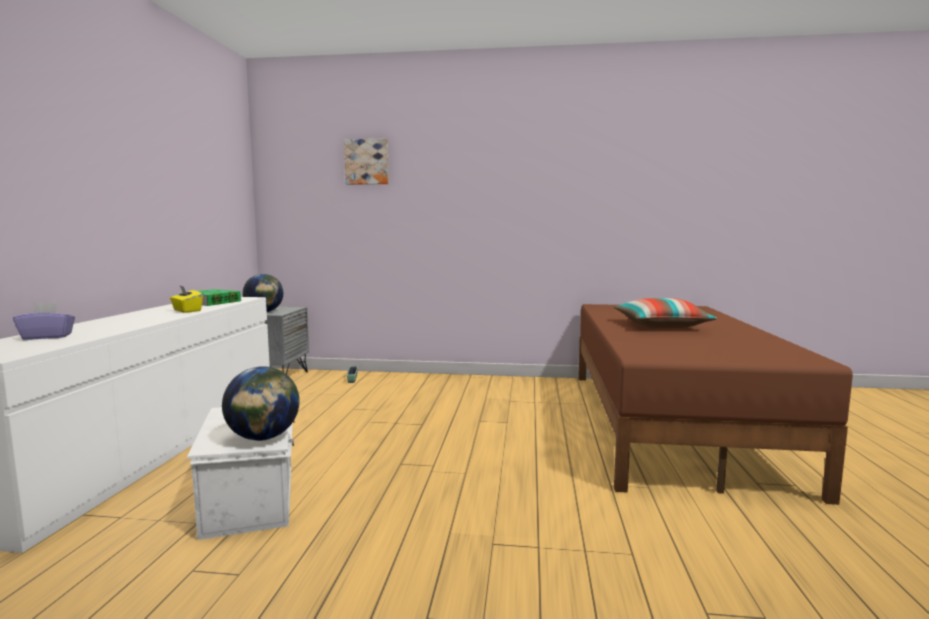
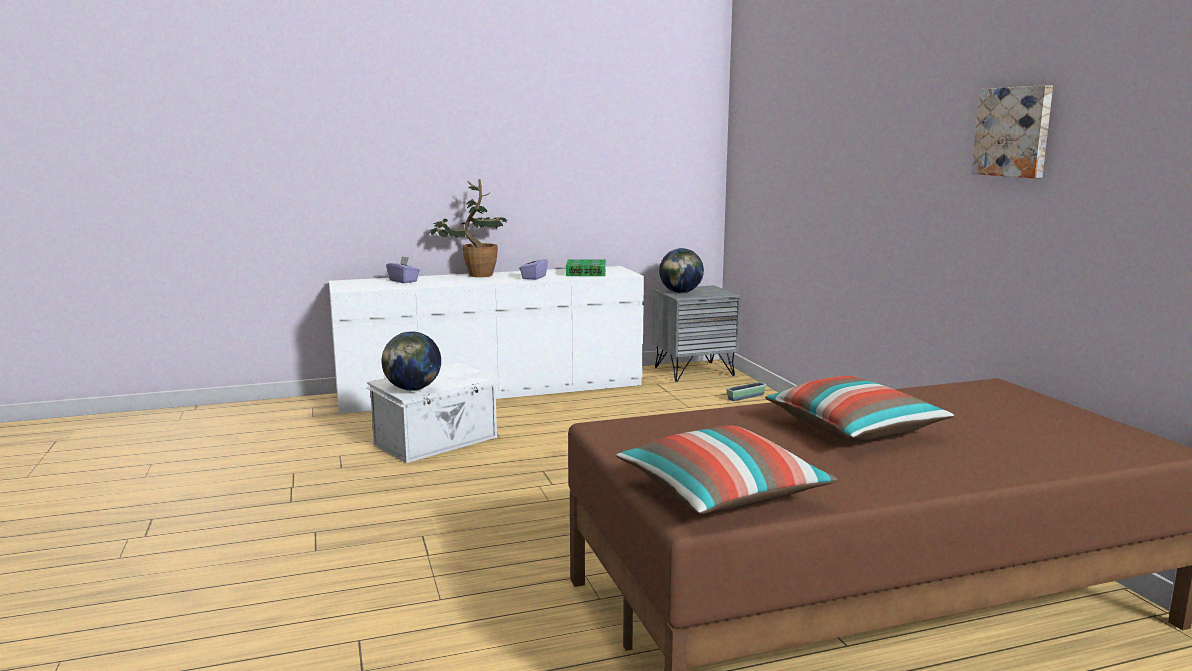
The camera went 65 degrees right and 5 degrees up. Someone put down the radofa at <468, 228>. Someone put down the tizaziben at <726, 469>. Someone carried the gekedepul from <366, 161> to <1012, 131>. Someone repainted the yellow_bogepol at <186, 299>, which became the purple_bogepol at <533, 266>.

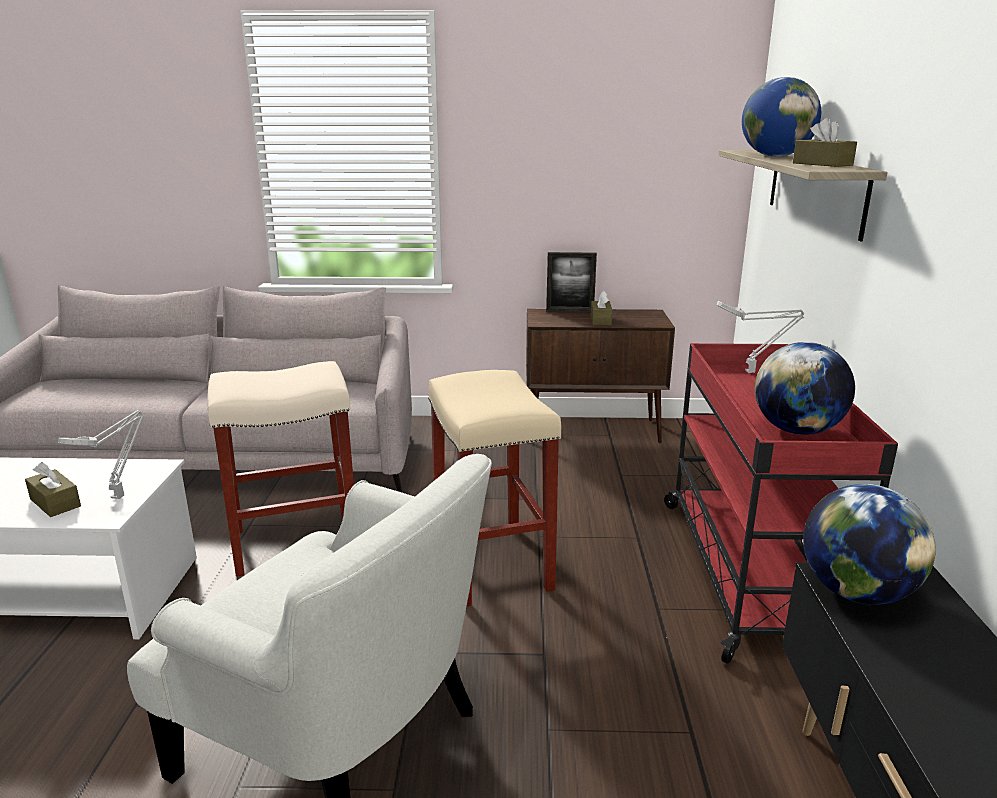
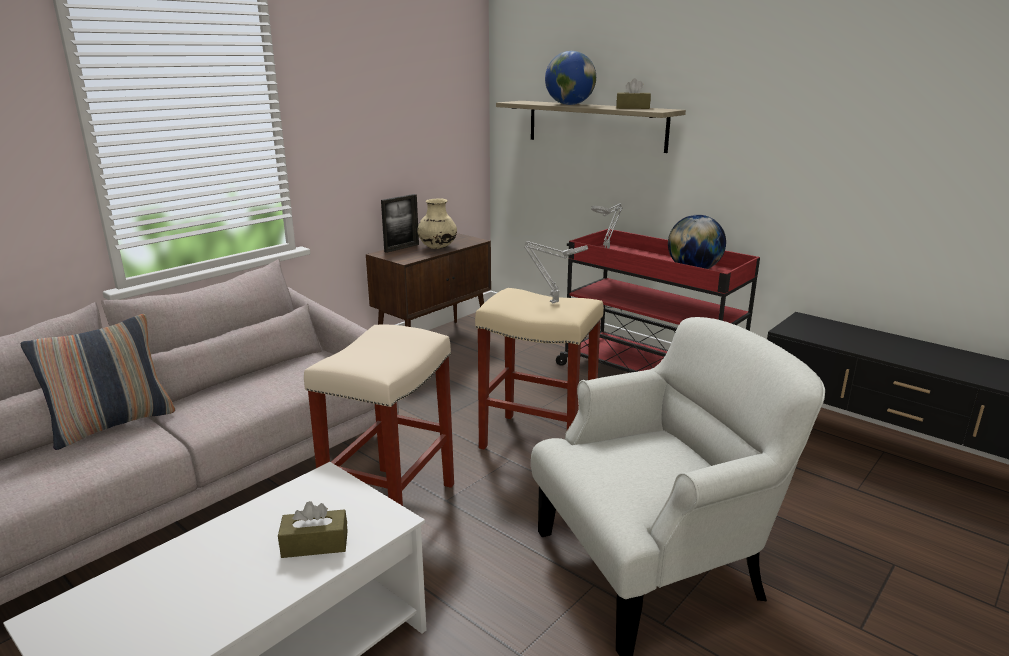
The camera went 50 degrees left and 0 degrees up. Someone took away the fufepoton at <869, 544>. Someone put down the tizaziben at <98, 382>. Someone carried the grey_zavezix from <101, 454> to <556, 272>. Someone swapped the brown_bogepol at <602, 308> for the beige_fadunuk at <437, 223>.

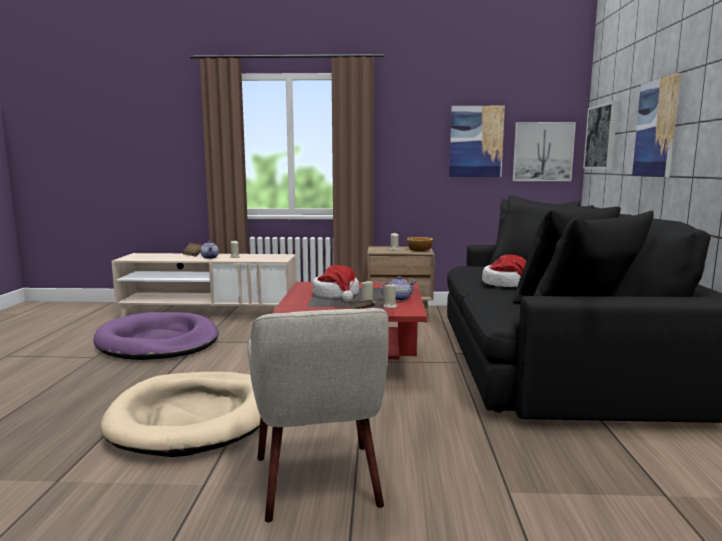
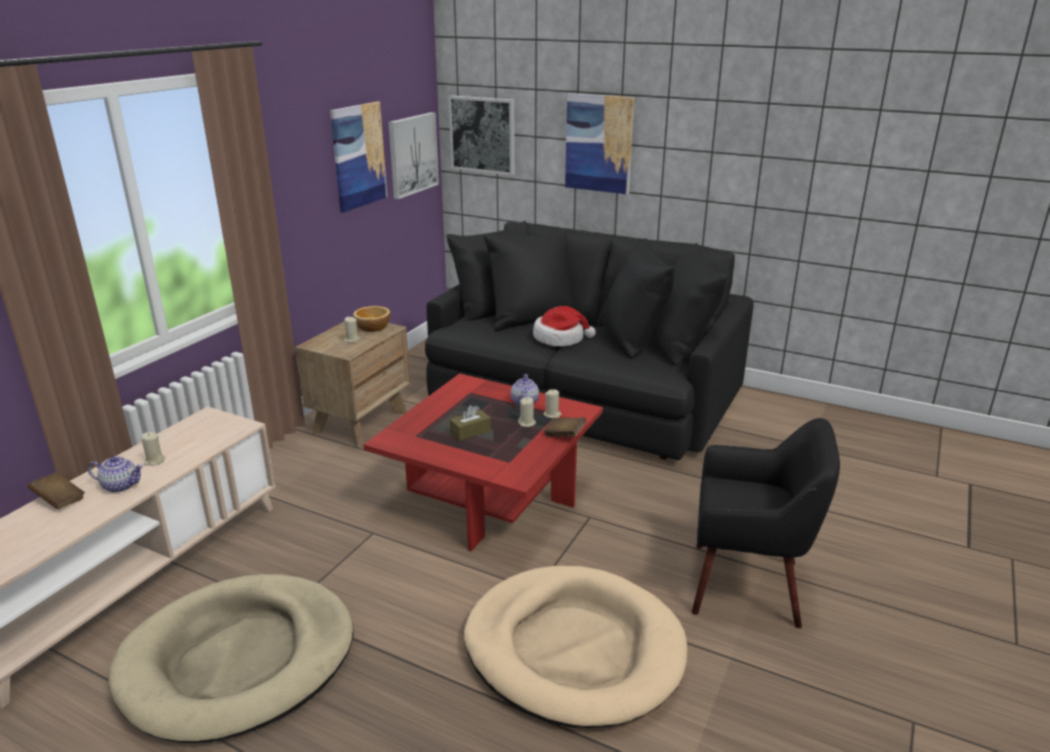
The camera went 65 degrees left and 15 degrees up. Someone swapped the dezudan at <335, 283> for the brown_bogepol at <470, 423>. Someone repainted the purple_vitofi at <156, 336>, which became the beige_vitofi at <231, 658>. Someone repainted the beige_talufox at <318, 415>, which became the black_talufox at <766, 523>.

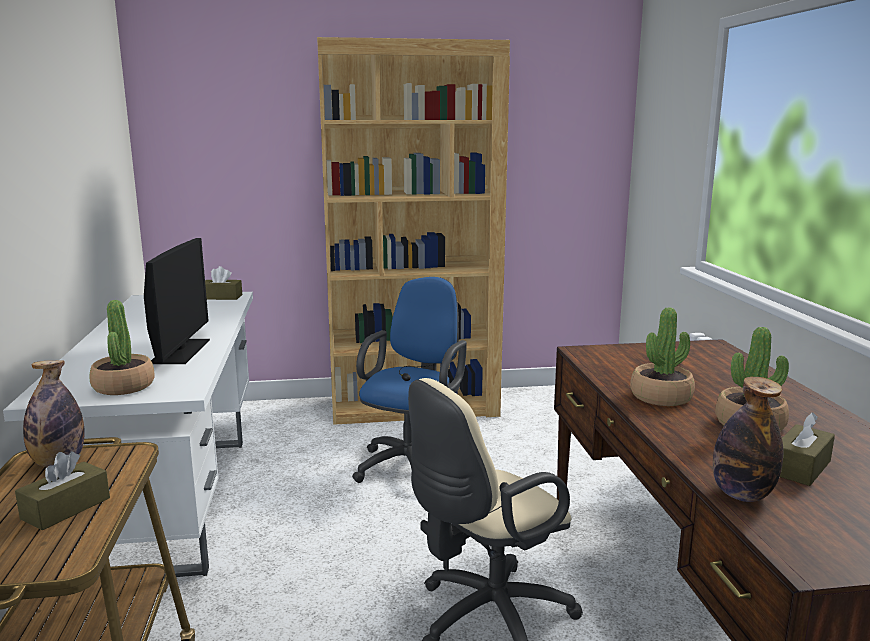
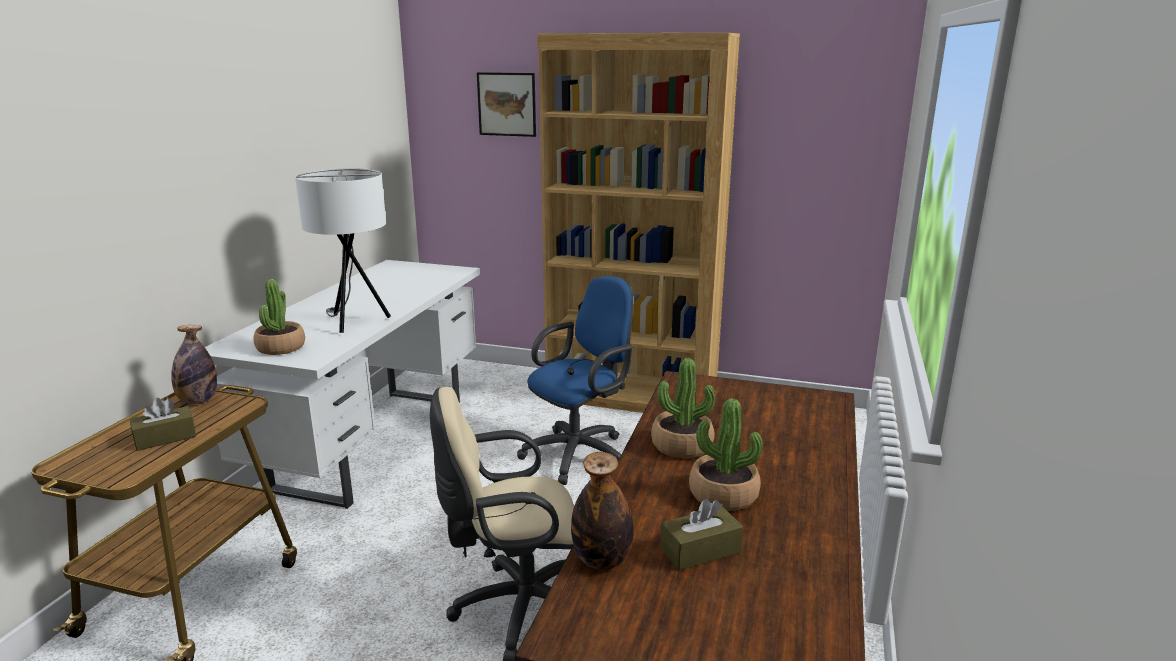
The camera went 25 degrees right and 5 degrees up. Someone took away the brown_bogepol at <223, 283>. Someone put up the gekedepul at <506, 104>. Someone swapped the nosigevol at <177, 301> for the white_zavezix at <343, 250>.

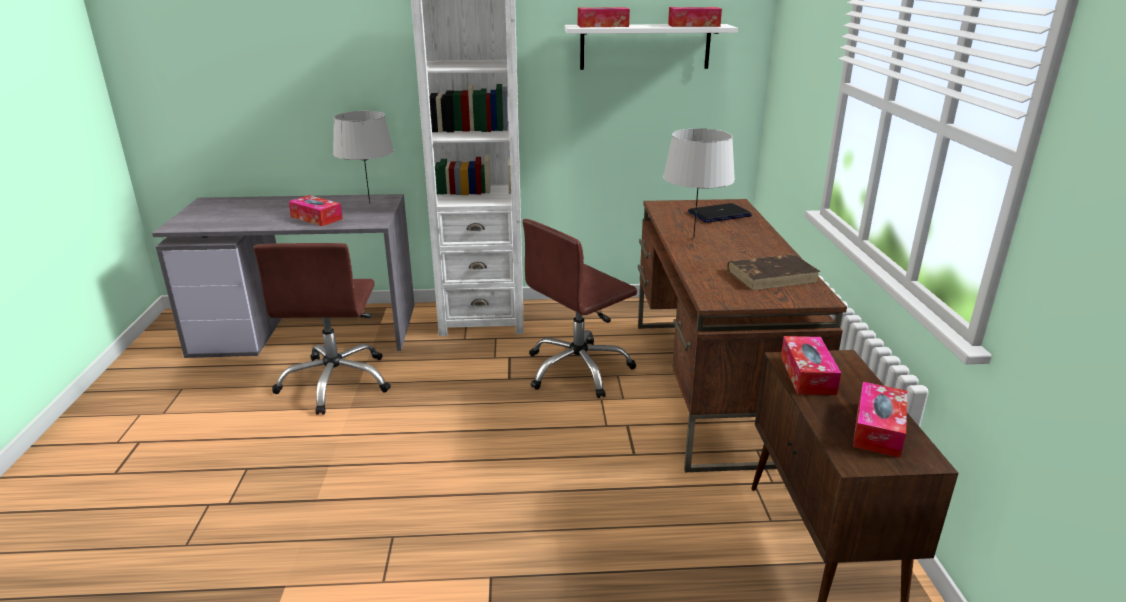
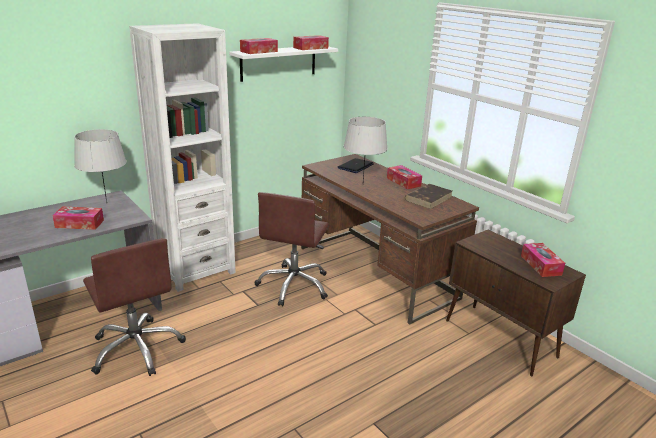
The camera went 35 degrees left and 0 degrees up. Someone carried the bogepol from <811, 365> to <404, 177>.

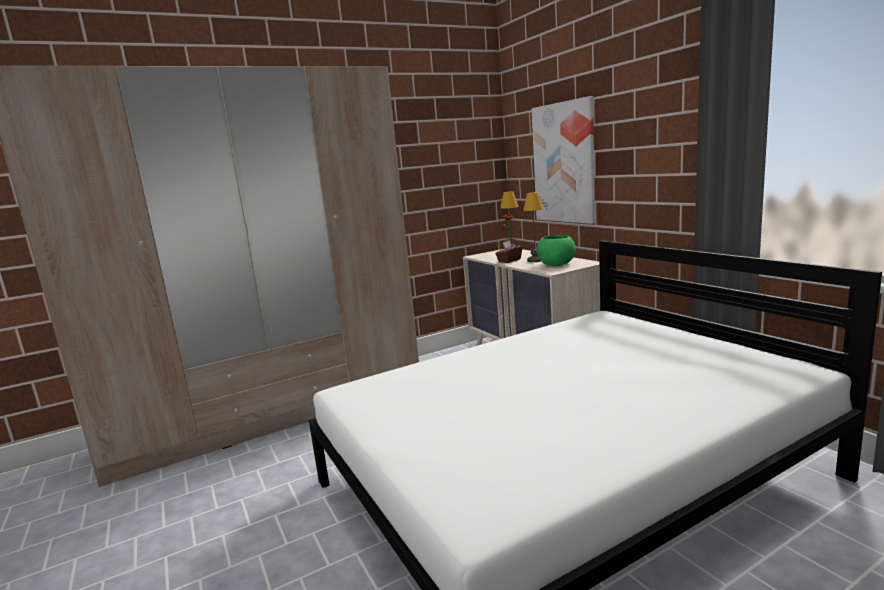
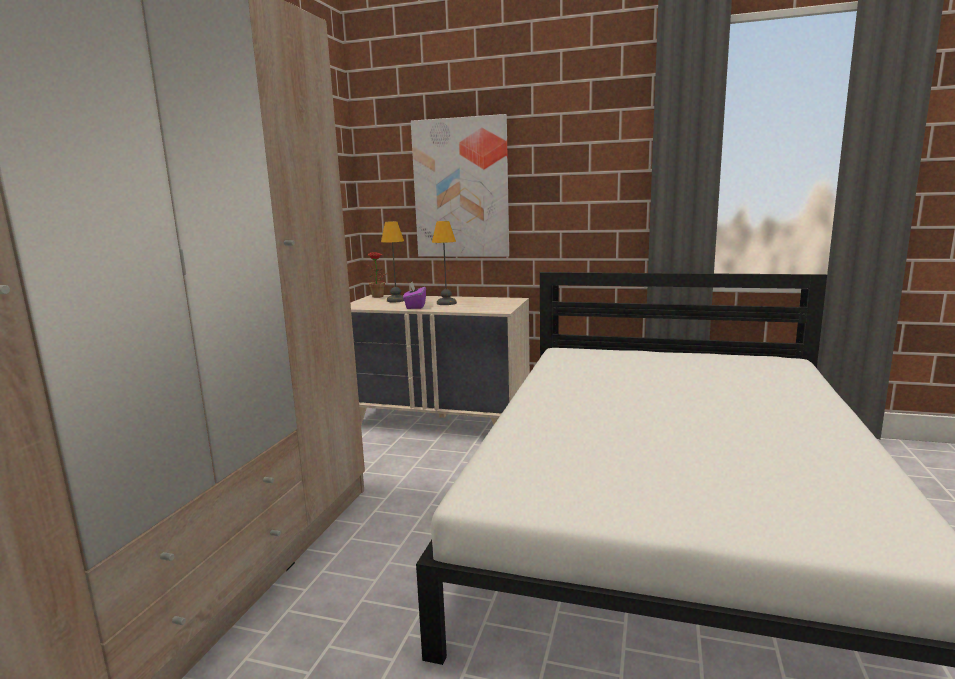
The camera went 45 degrees left and 0 degrees up. Someone took away the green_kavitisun at <556, 250>. Someone repainted the brown_bogepol at <508, 252>, which became the purple_bogepol at <414, 295>.

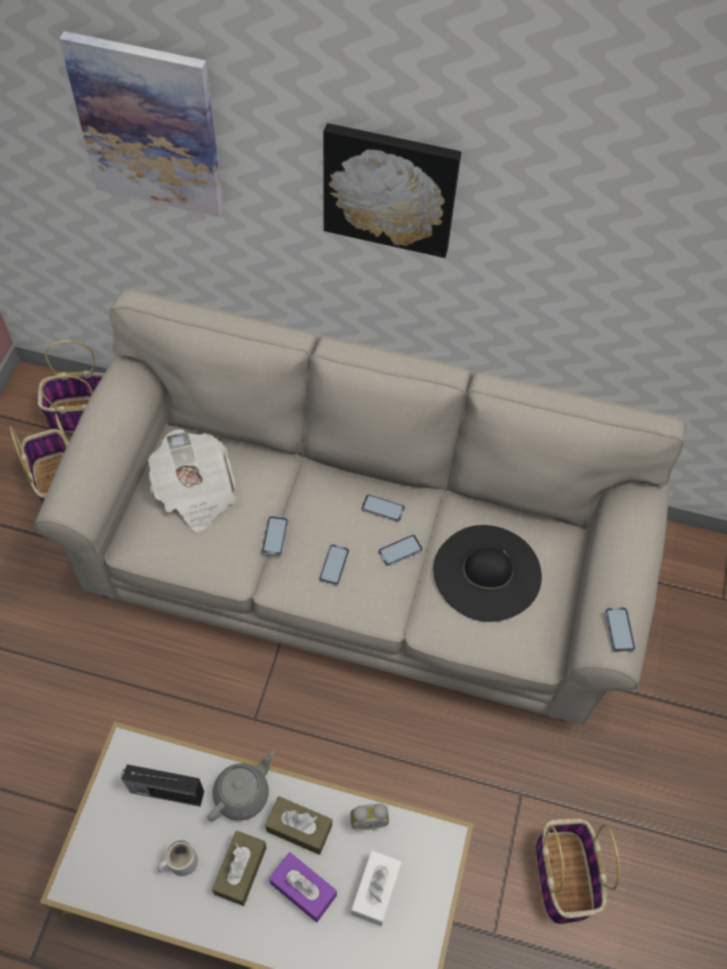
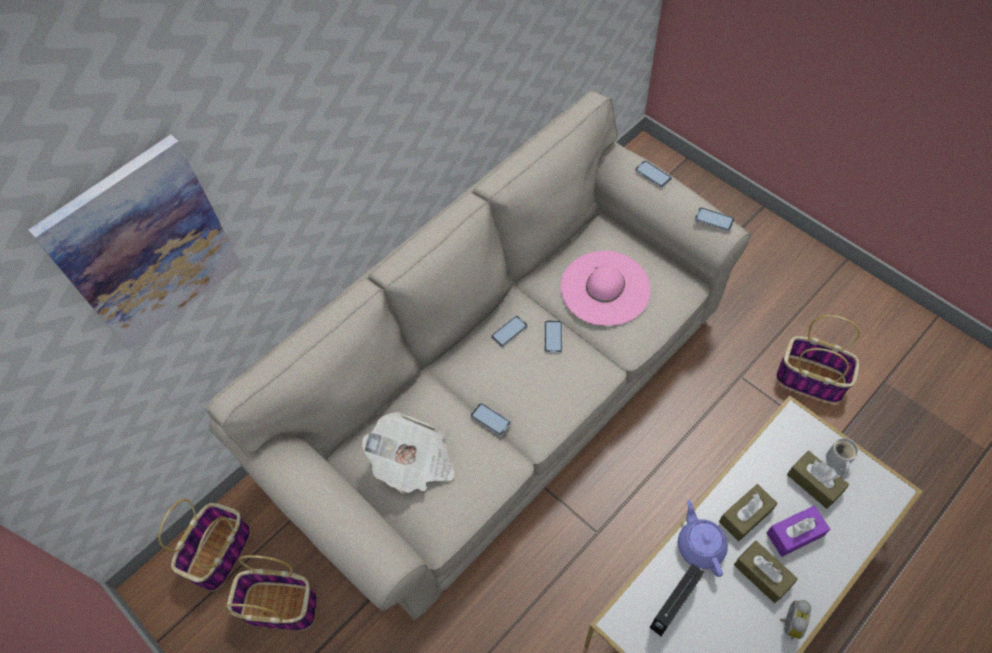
The camera went 55 degrees left and 0 degrees up. Someone took away the gekedepul at <392, 190>. Someone carried the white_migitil from <177, 857> to <842, 456>. Someone carried the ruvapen from <334, 565> to <653, 173>. Someone carried the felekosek from <369, 817> to <795, 620>. Someone repainted the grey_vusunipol at <241, 786>, which became the purple_vusunipol at <703, 538>. Someone repainted the white_bogepol at <376, 888>, which became the brown_bogepol at <818, 480>. Someone repainted the black_dezudan at <487, 573>, which became the pink_dezudan at <606, 288>.

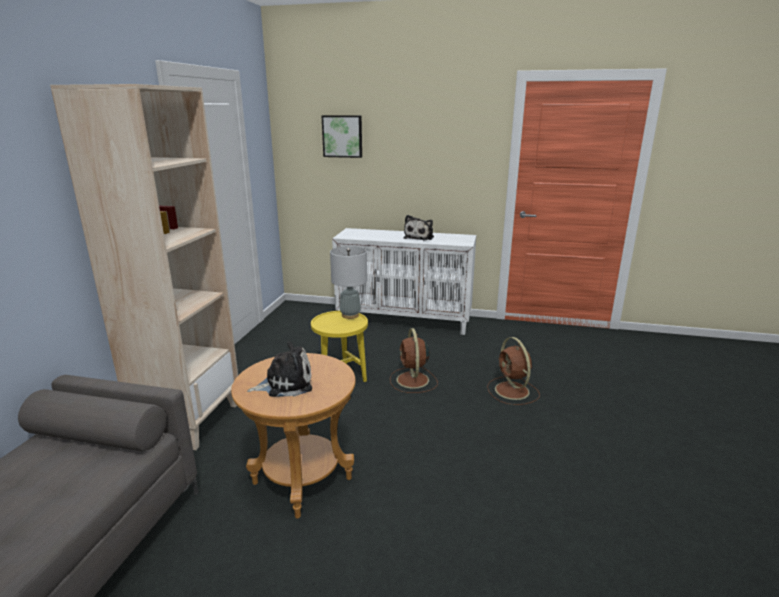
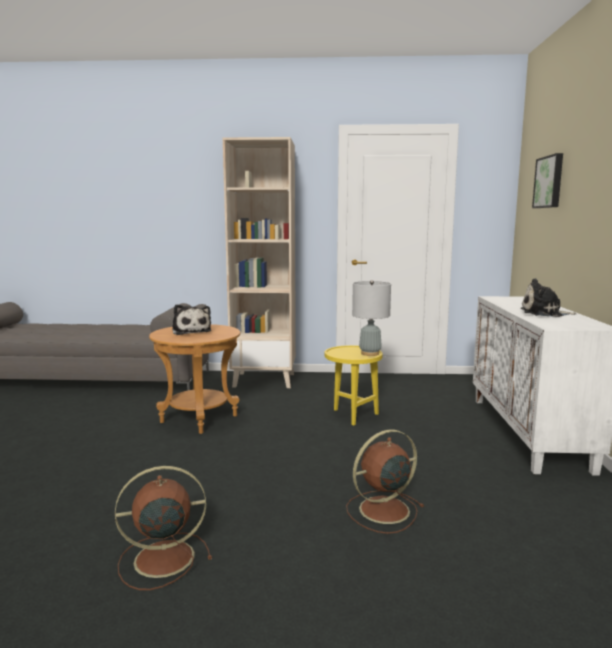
The camera went 80 degrees right and 10 degrees down. Someone carried the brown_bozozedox from <414, 360> to <163, 528>.

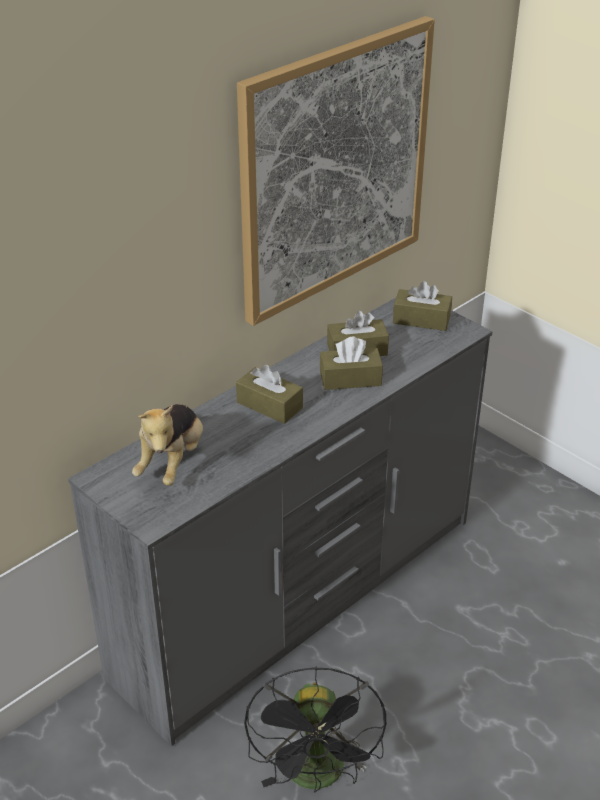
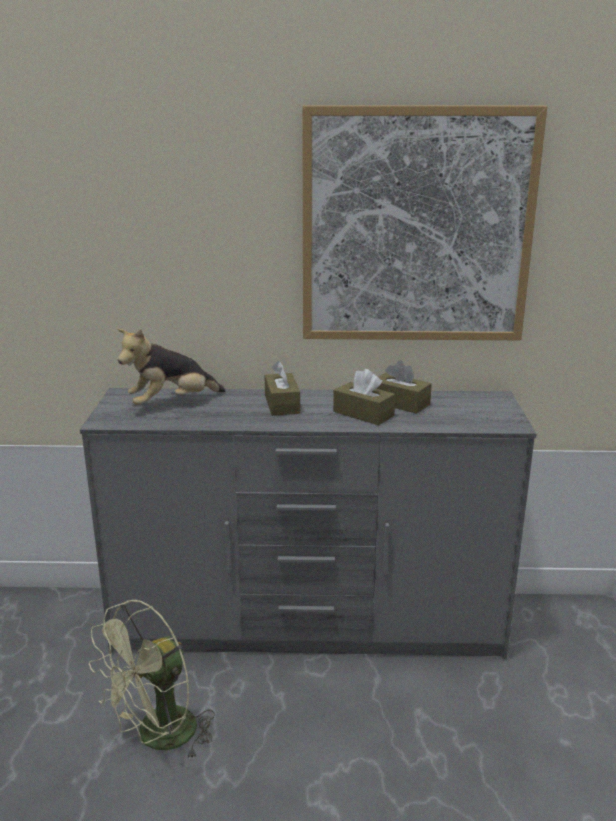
The camera went 45 degrees right and 15 degrees down. Someone took away the brown_bogepol at <422, 306>. Someone repainted the black_bozozedox at <315, 729>, which became the green_bozozedox at <152, 679>.

